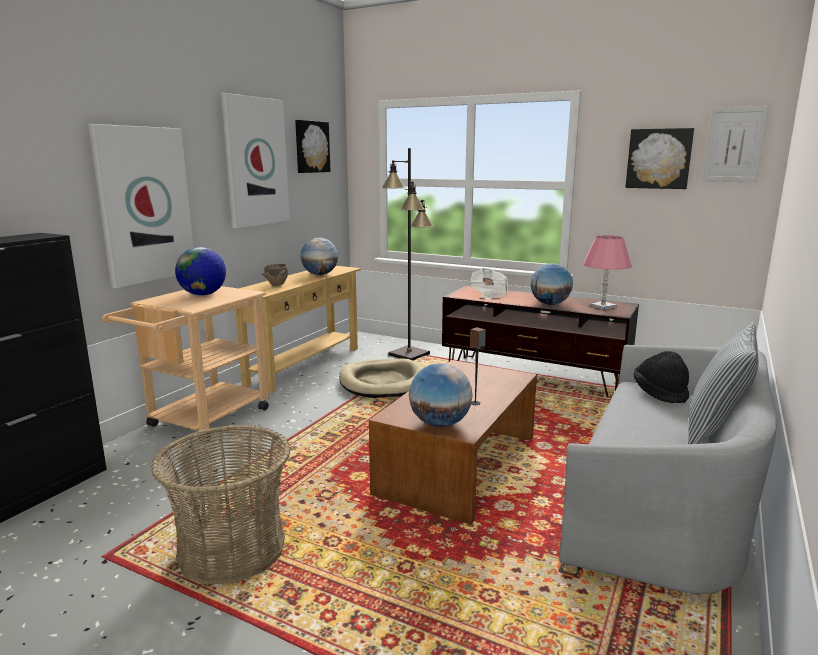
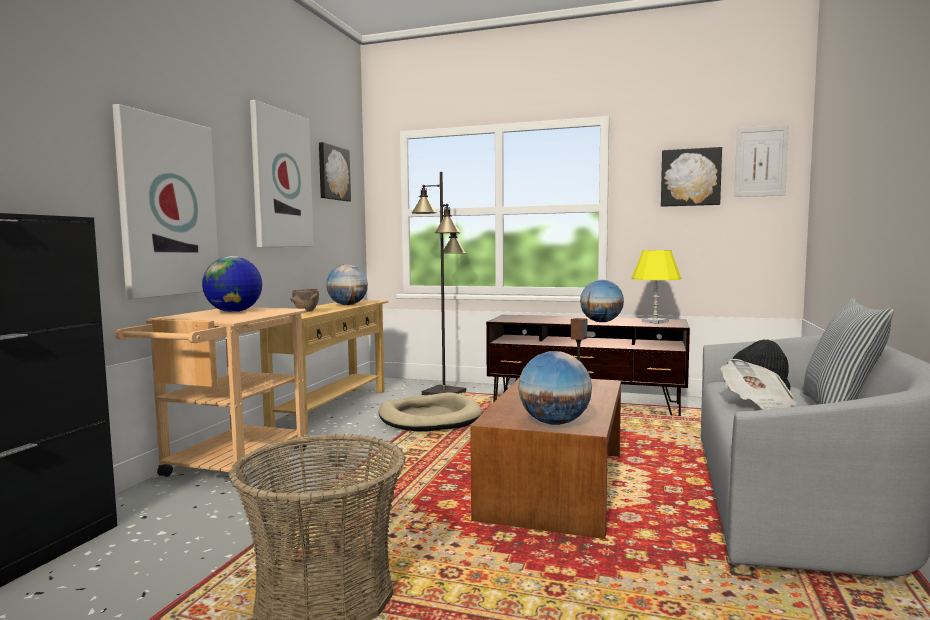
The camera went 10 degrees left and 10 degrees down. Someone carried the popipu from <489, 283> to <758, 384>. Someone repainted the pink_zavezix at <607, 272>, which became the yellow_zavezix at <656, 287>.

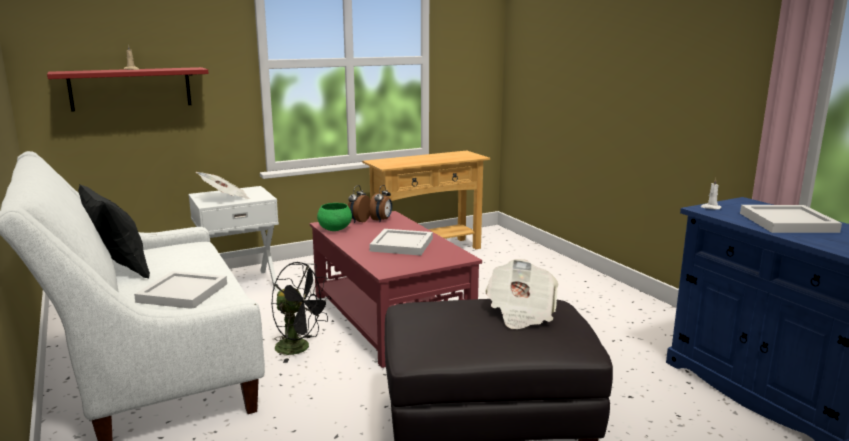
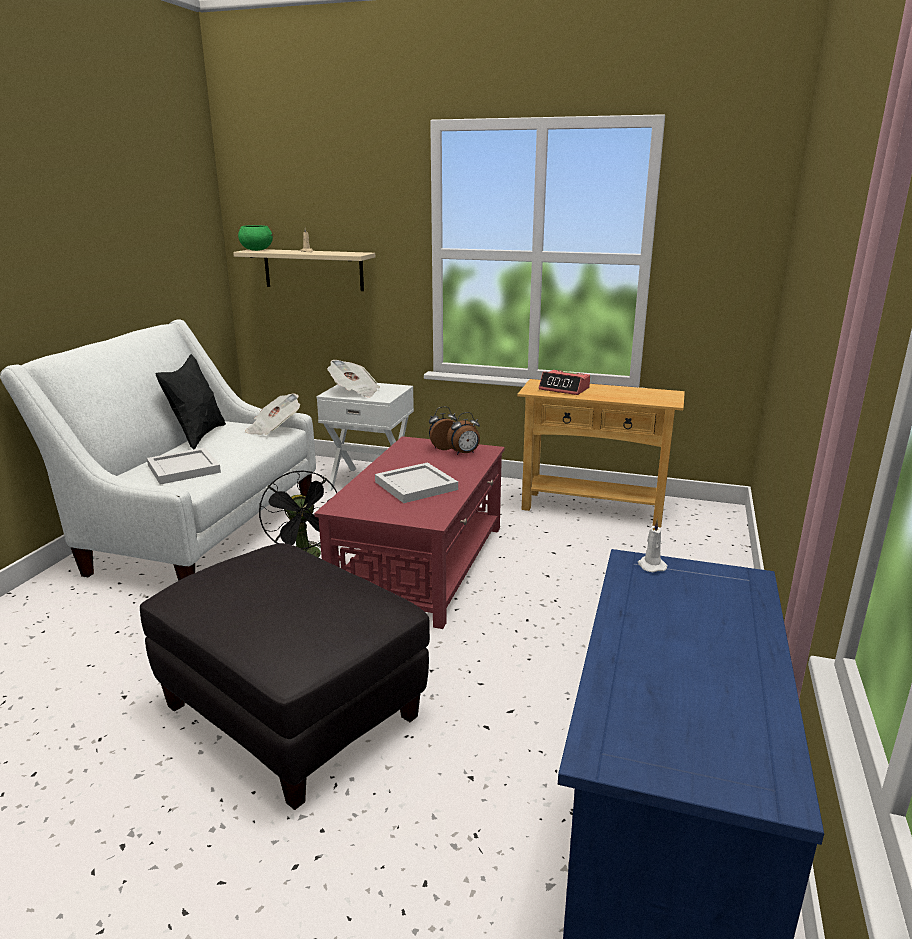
The camera went 45 degrees right and 5 degrees up. Someone took away the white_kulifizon at <791, 219>. Someone put down the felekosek at <564, 382>. Someone carried the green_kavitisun from <334, 217> to <255, 238>. Someone carried the popipu from <522, 294> to <272, 414>. Someone repainted the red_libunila at <128, 89>, which became the beige_libunila at <304, 270>.

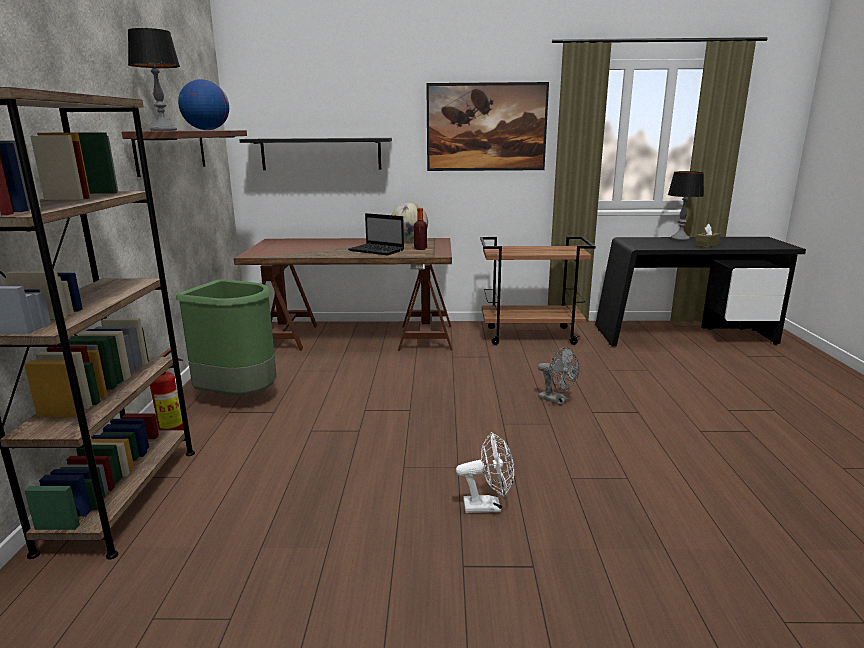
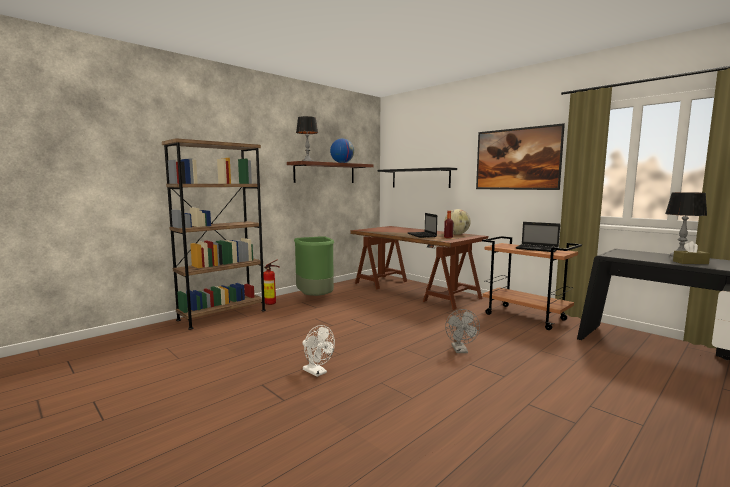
The camera went 45 degrees right and 10 degrees down. Someone put down the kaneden at <538, 237>.

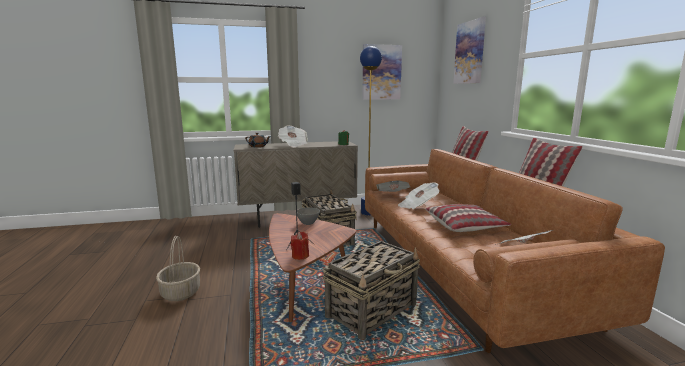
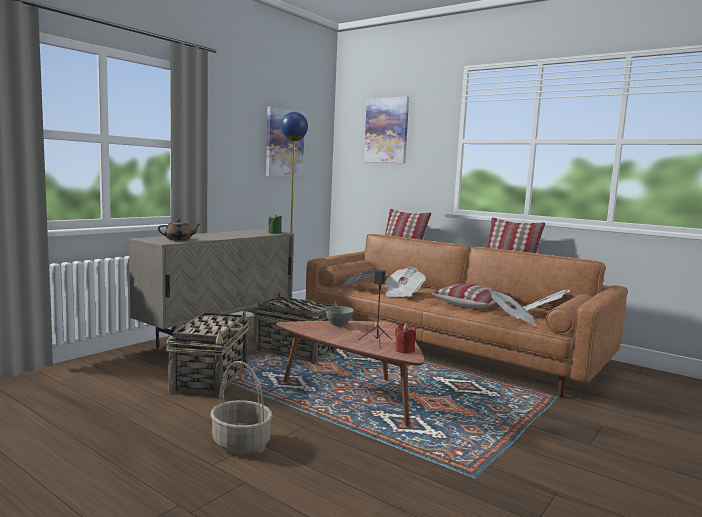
The camera went 40 degrees left and 5 degrees down. Someone carried the popipu from <293, 136> to <512, 307>. Someone carried the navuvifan from <371, 290> to <207, 353>.

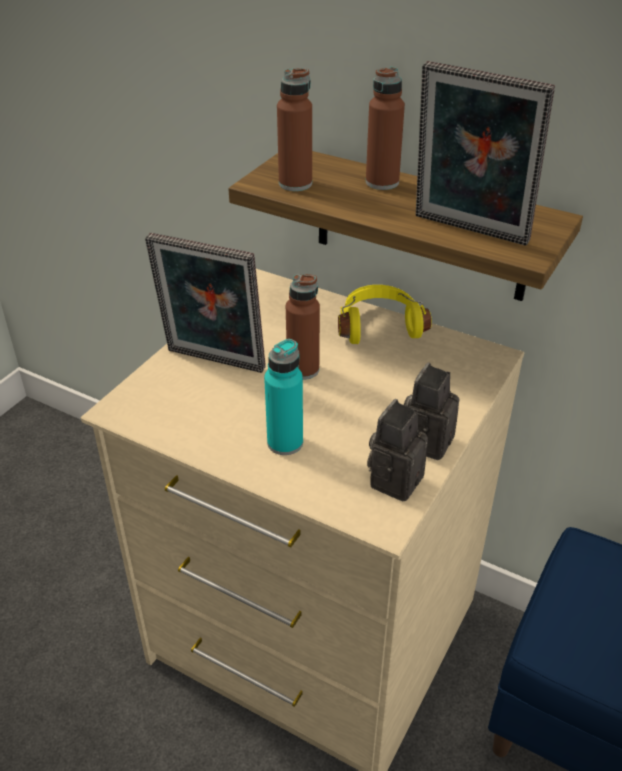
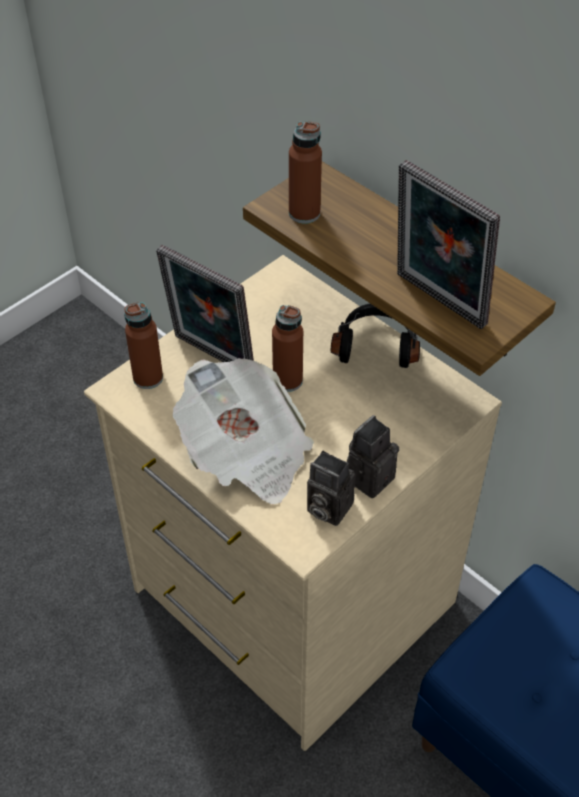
The camera went 15 degrees right and 10 degrees up. Someone carried the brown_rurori from <385, 128> to <143, 345>. Someone swapped the turquoise_rurori at <283, 397> for the popipu at <243, 431>. Someone repainted the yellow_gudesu at <385, 314>, which became the black_gudesu at <375, 336>. Someone rotated the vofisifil at <397, 450> by 105 degrees counterclockwise.

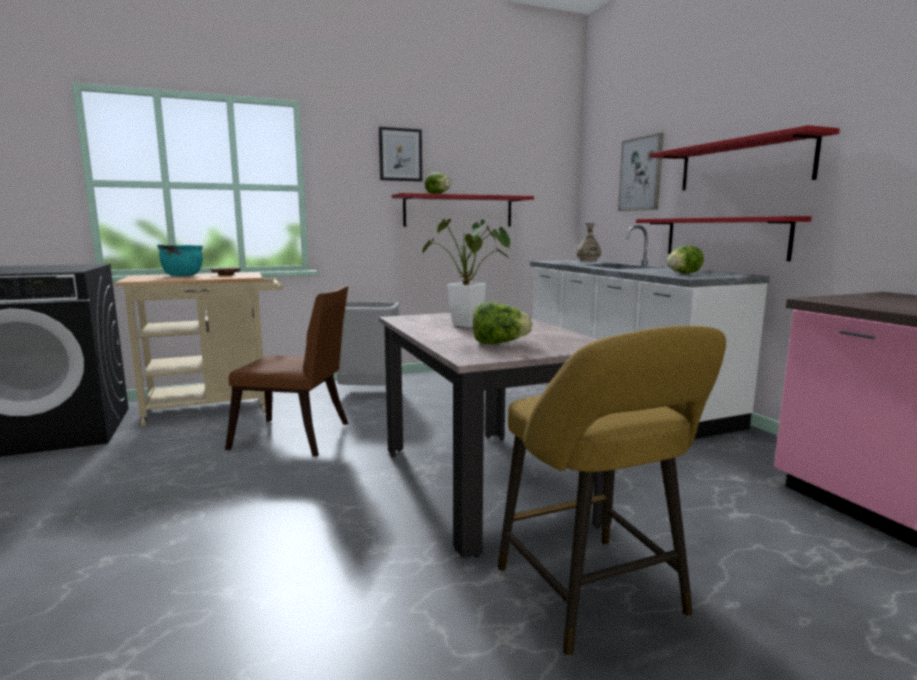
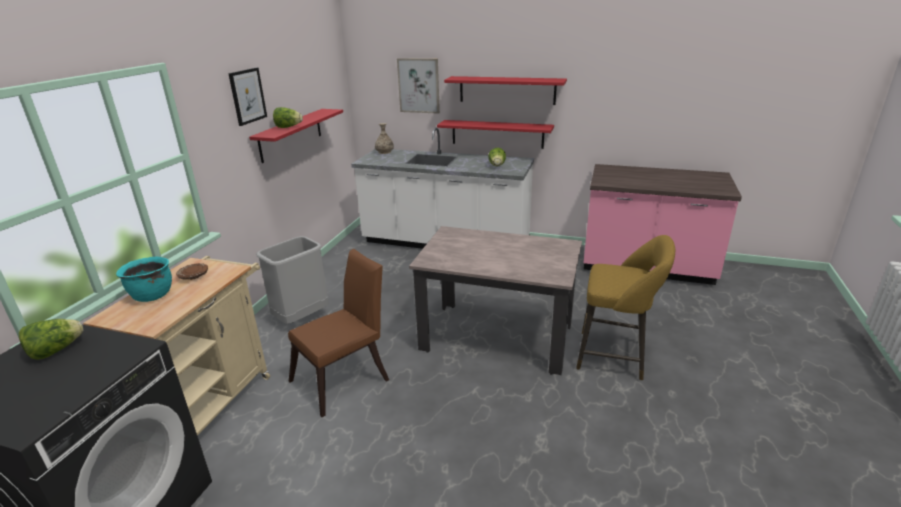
The camera went 50 degrees left and 15 degrees up. Someone took away the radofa at <466, 273>. Someone carried the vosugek from <503, 323> to <51, 339>.

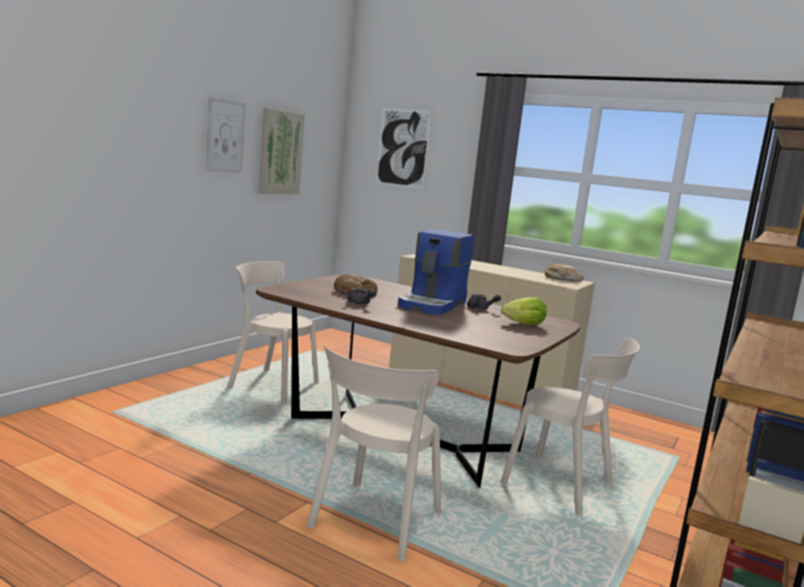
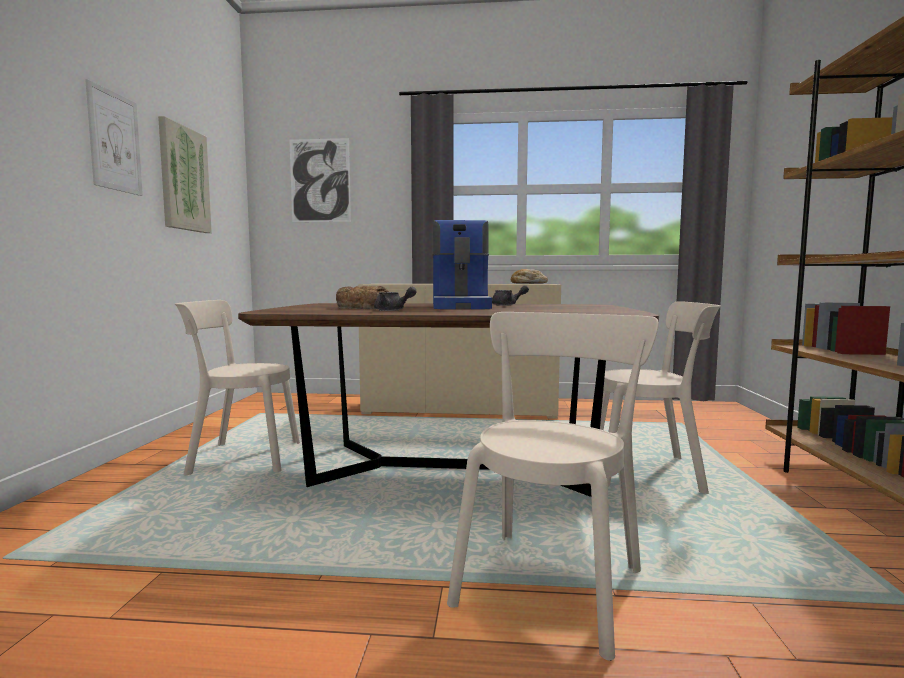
The camera went 25 degrees left and 5 degrees down. Someone took away the vosugek at <524, 311>. Someone rotated the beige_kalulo at <374, 453> by 150 degrees counterclockwise.

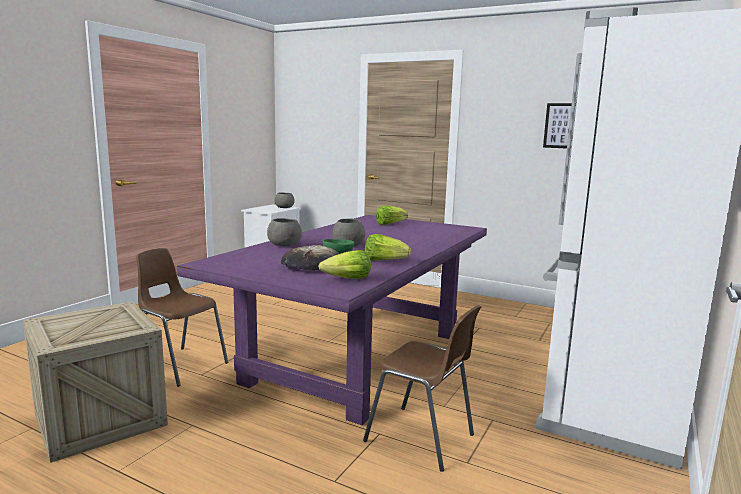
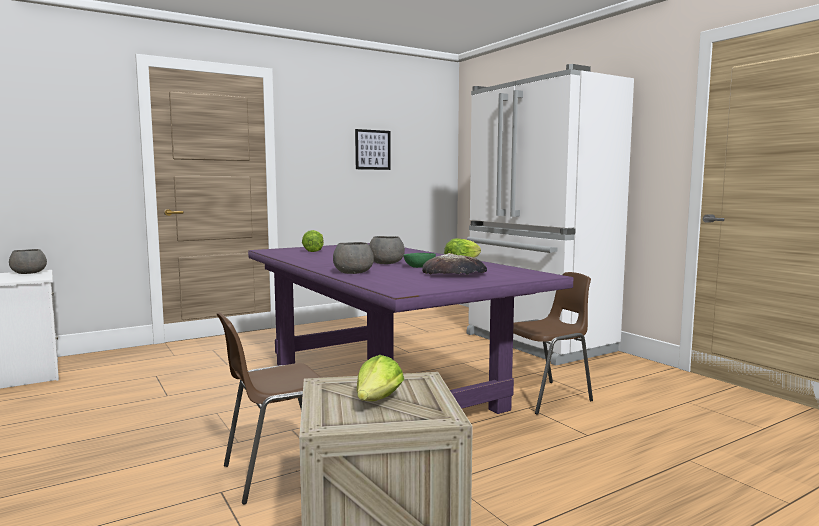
The camera went 60 degrees left and 5 degrees down. Someone carried the vosugek from <344, 264> to <380, 378>.

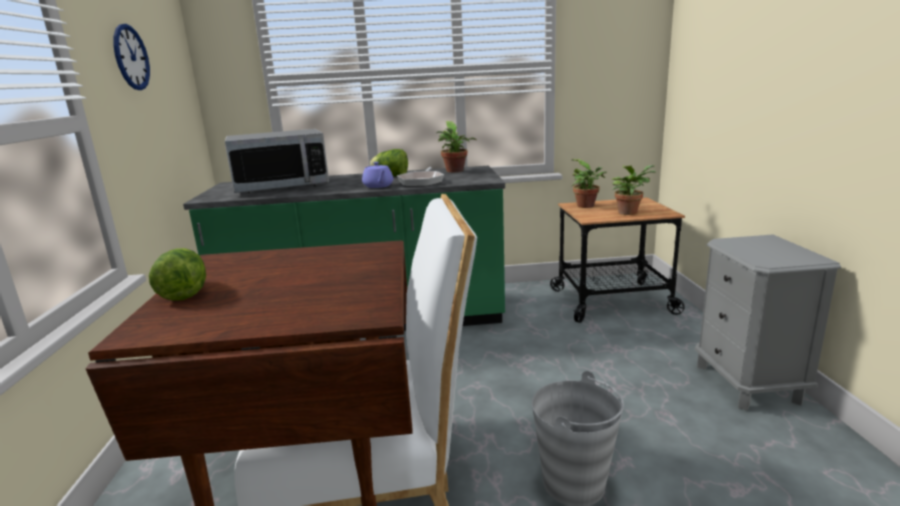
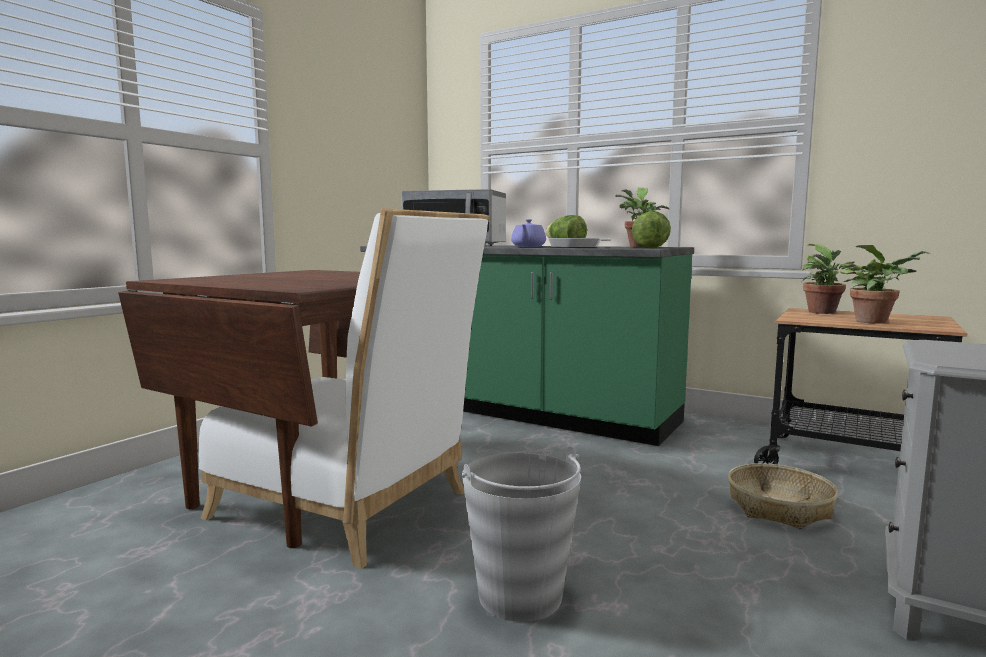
The camera went 35 degrees right and 10 degrees down. Someone took away the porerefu at <131, 57>. Someone put down the navuvifan at <783, 496>. Someone carried the vosugek from <177, 274> to <651, 229>.

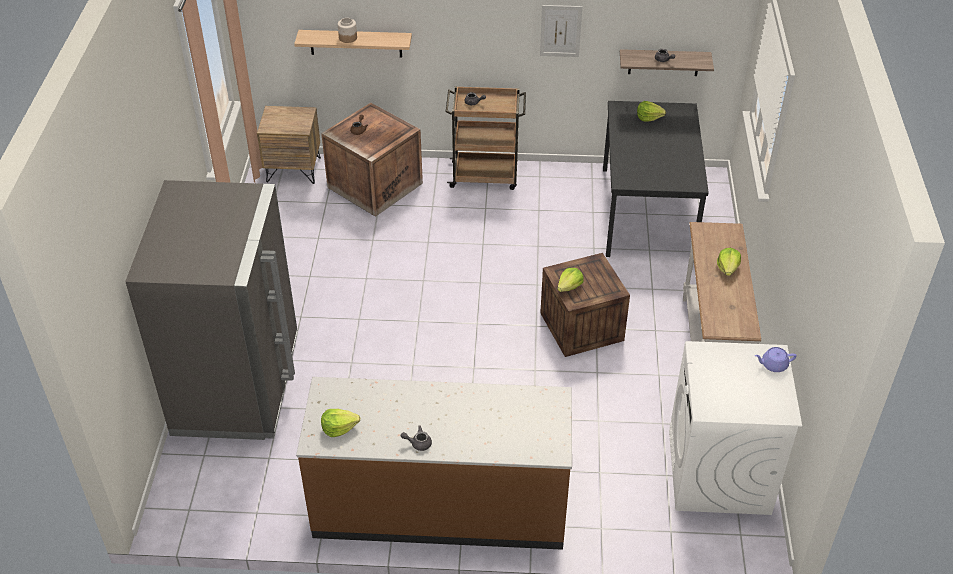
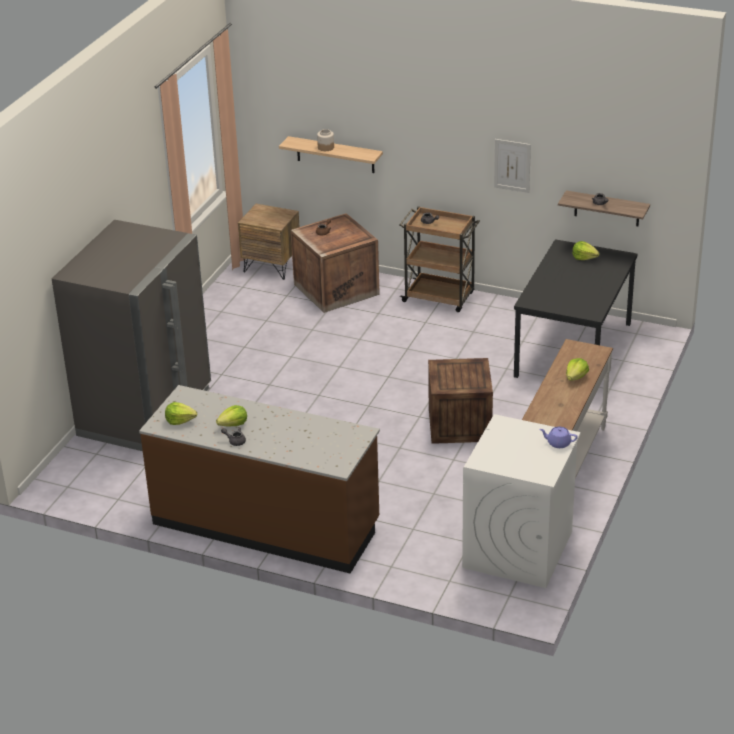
The camera went 20 degrees right and 10 degrees down. Someone carried the vosugek from <570, 280> to <231, 416>.

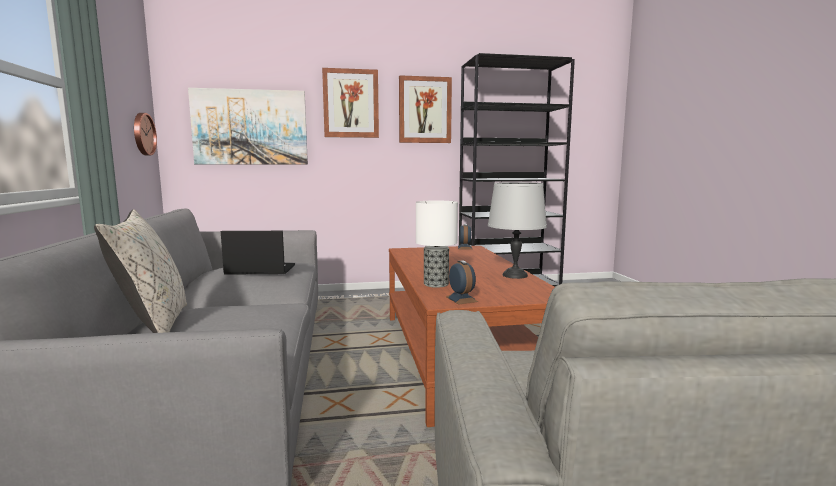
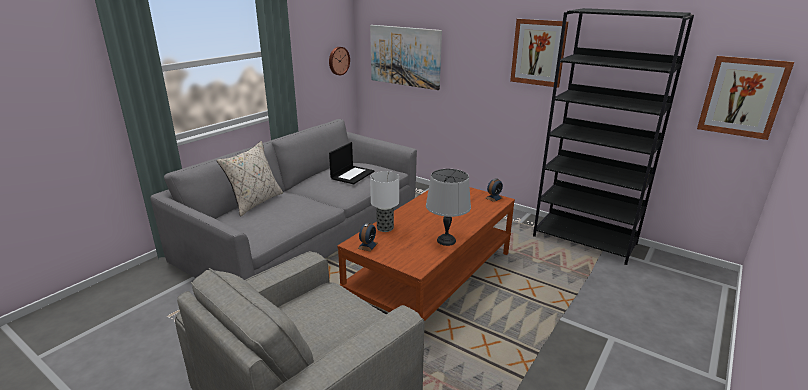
The camera went 45 degrees right and 15 degrees up. Someone carried the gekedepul from <350, 103> to <745, 98>. Someone rotated the kaneden at <258, 253> by 75 degrees clockwise.

